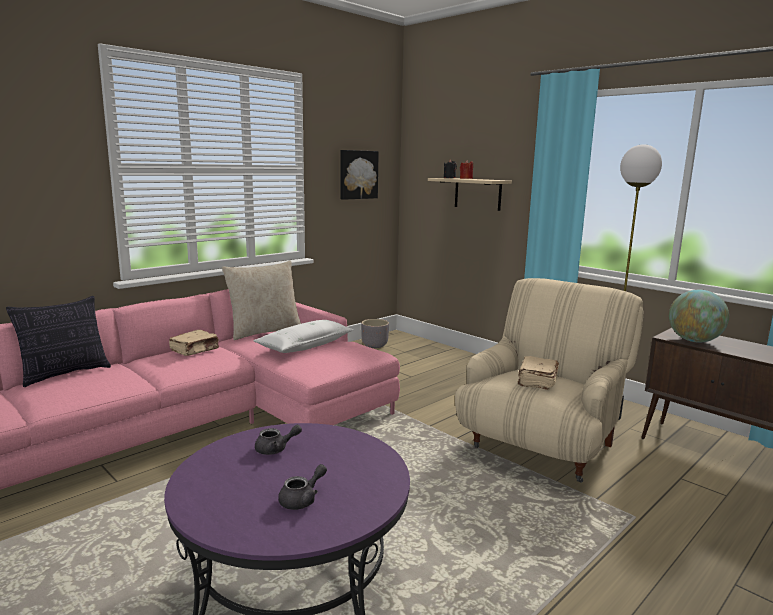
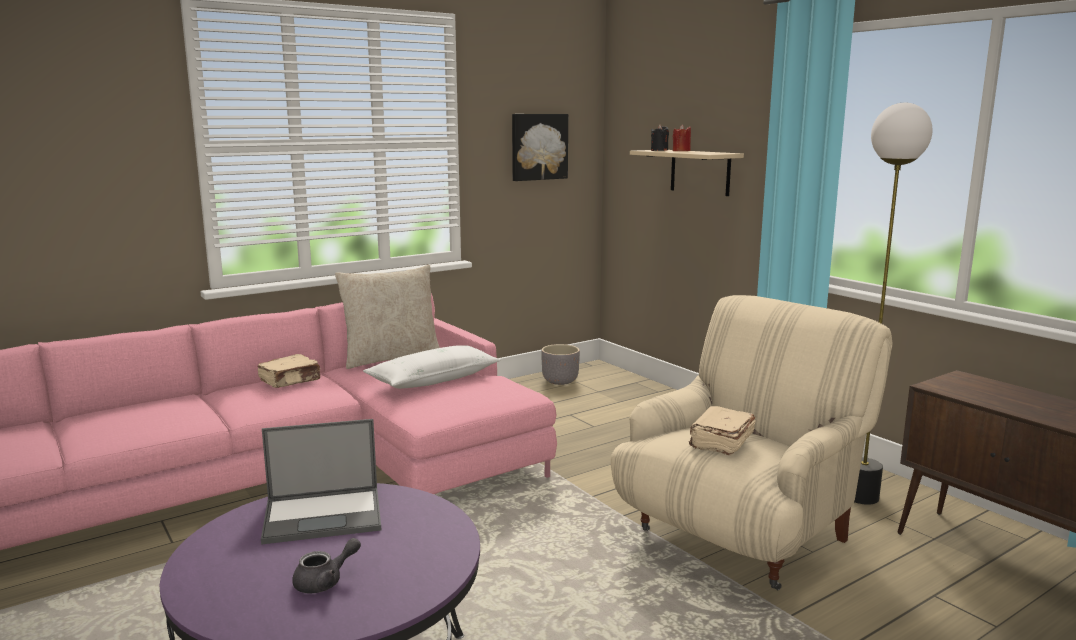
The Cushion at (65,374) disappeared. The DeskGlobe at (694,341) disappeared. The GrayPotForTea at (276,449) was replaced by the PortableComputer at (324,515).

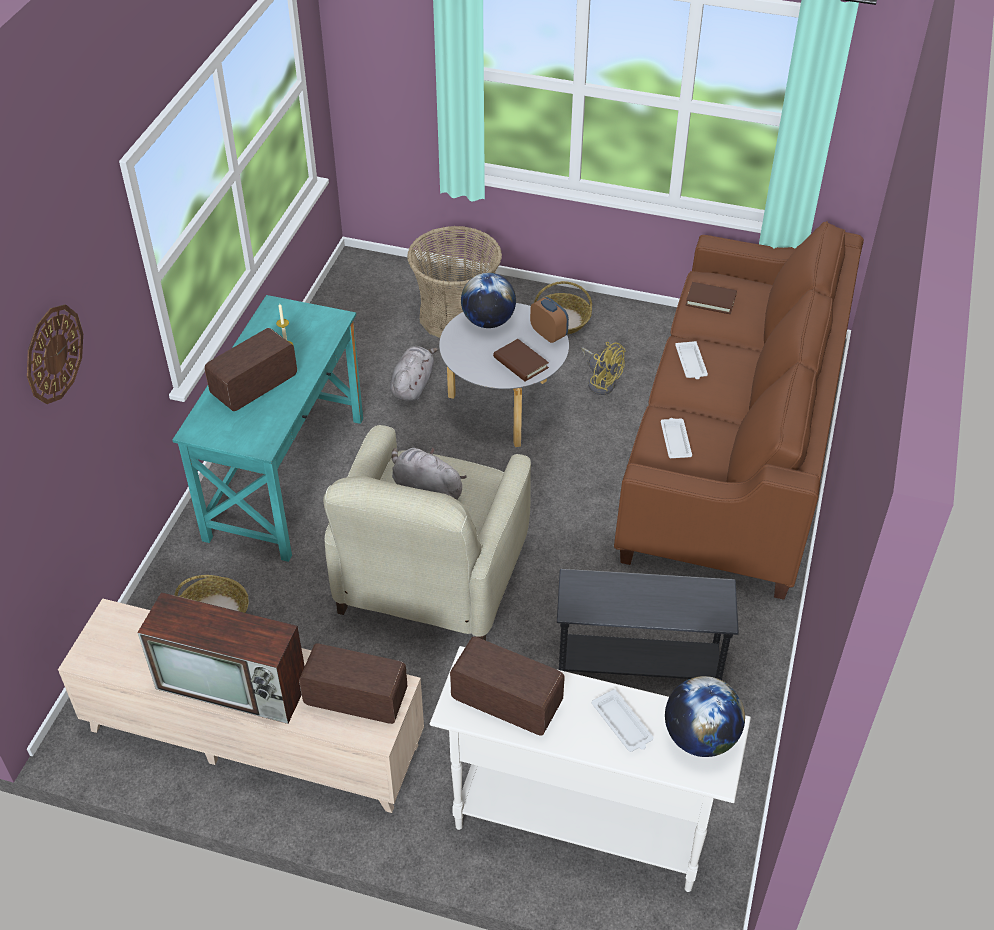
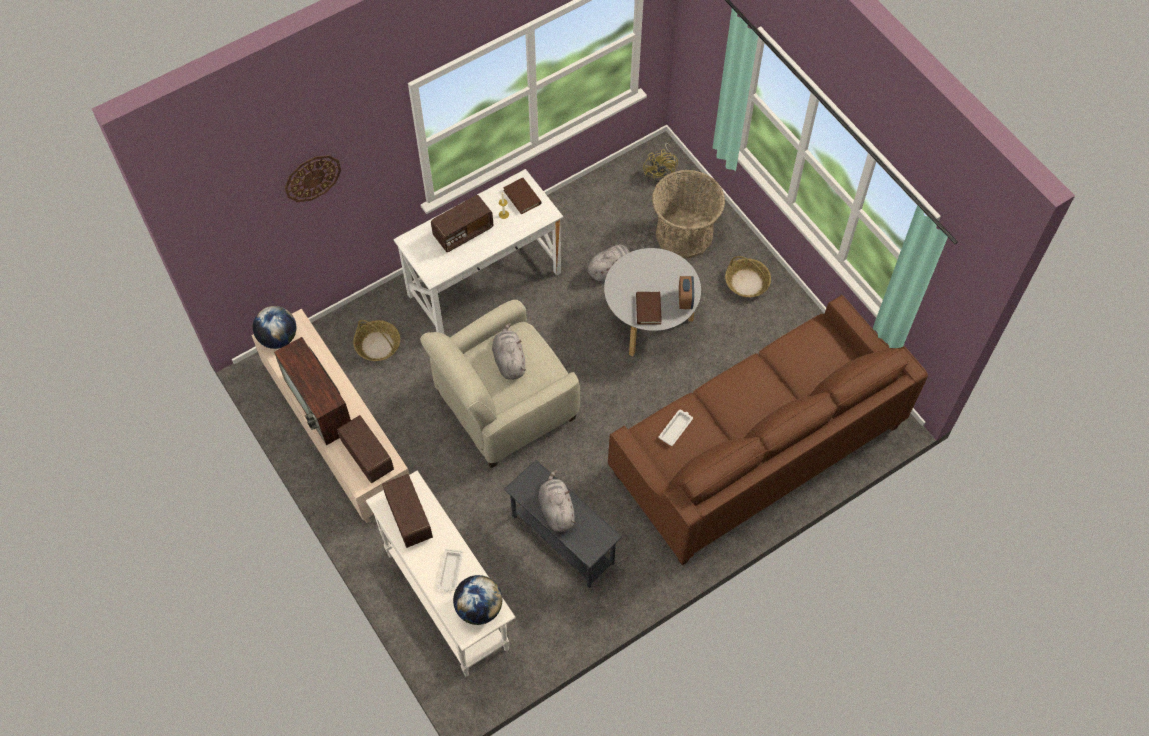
The WhiteCarryingTray at (691,363) disappeared. The GraySoftToy at (556,509) appeared. The DeskGlobe moved from (488,321) to (278,338). The YellowElectricFan moved from (600,382) to (661,172). The BrownColouredBoundBook moved from (711,300) to (522,197). The TurquoiseColouredDesk at (285,477) became the WhiteDesk at (484,283). The Radio at (255,386) turned 150 degrees clockwise.

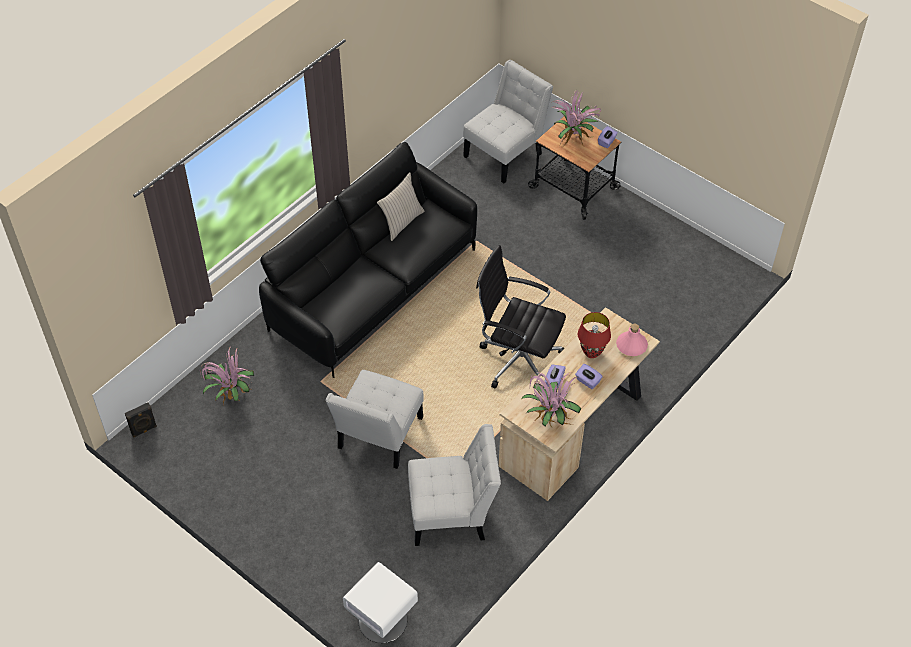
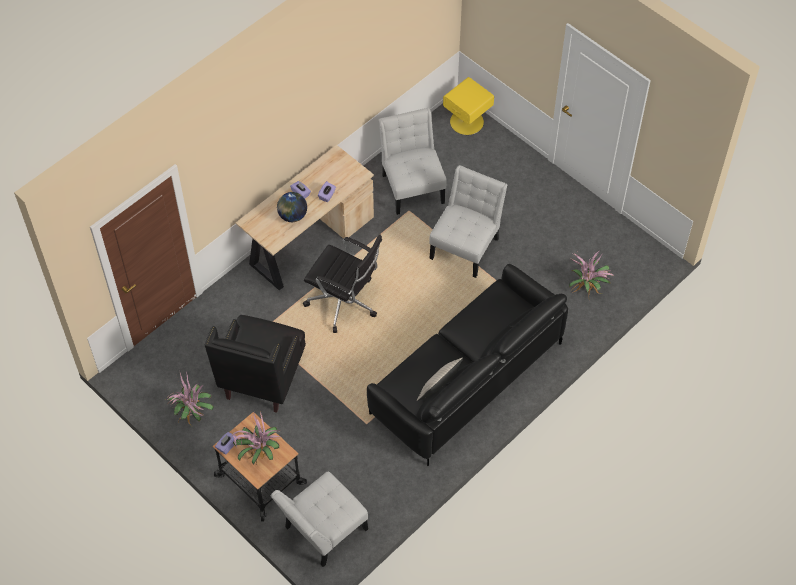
The BlackishLoudspeaker at (144,430) disappeared. The PinkishBeverageBottle at (631,345) disappeared. The BlackishEasyChair at (262,379) appeared. The PlantInAPot moved from (549,417) to (192,413). The RedLampForATable at (592,352) was replaced by the DeskGlobe at (292,216). The WhiteNightTable at (382,620) became the YellowNightTable at (467,121). The WhiteUprightChair at (452,514) turned 75 degrees clockwise.

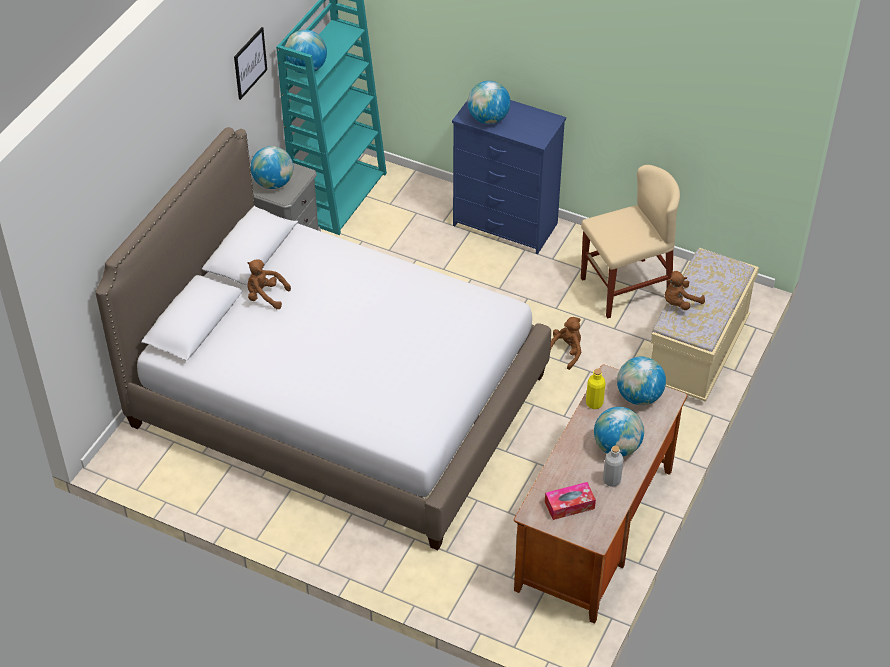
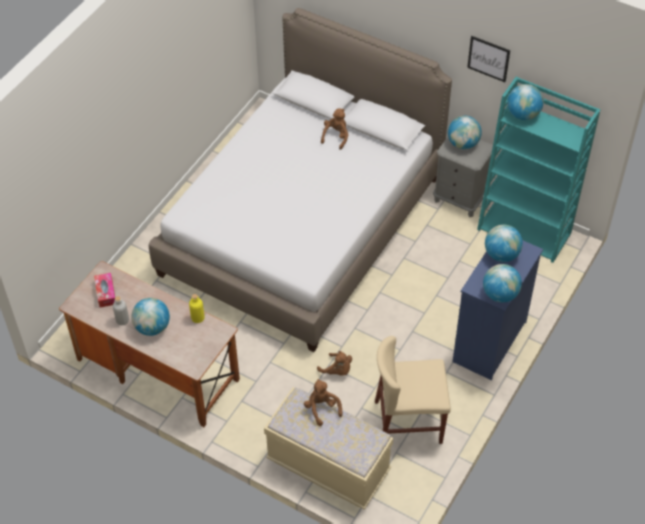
The DeskGlobe moved from (639,397) to (500,294). The SandColouredUprightChair at (625,288) turned 105 degrees clockwise.

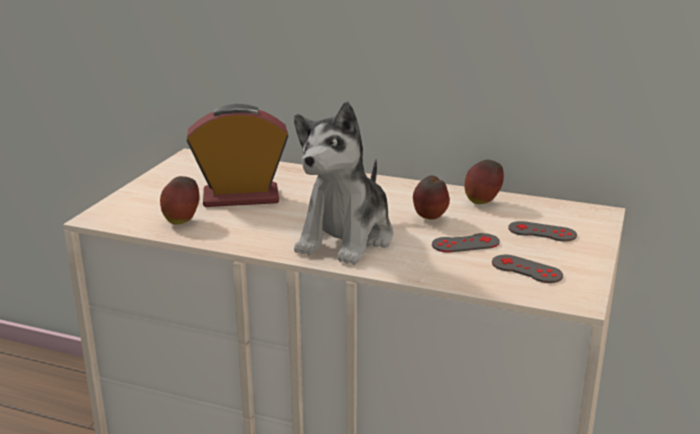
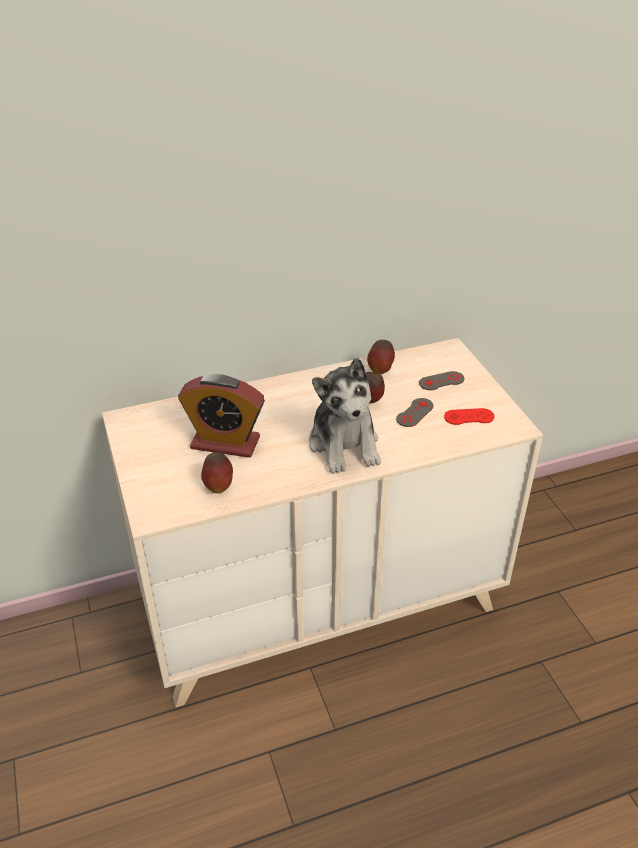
The GrayGameController at (526,269) became the RedGameController at (469,417). The BedsideClock at (241,197) turned 120 degrees counterclockwise.

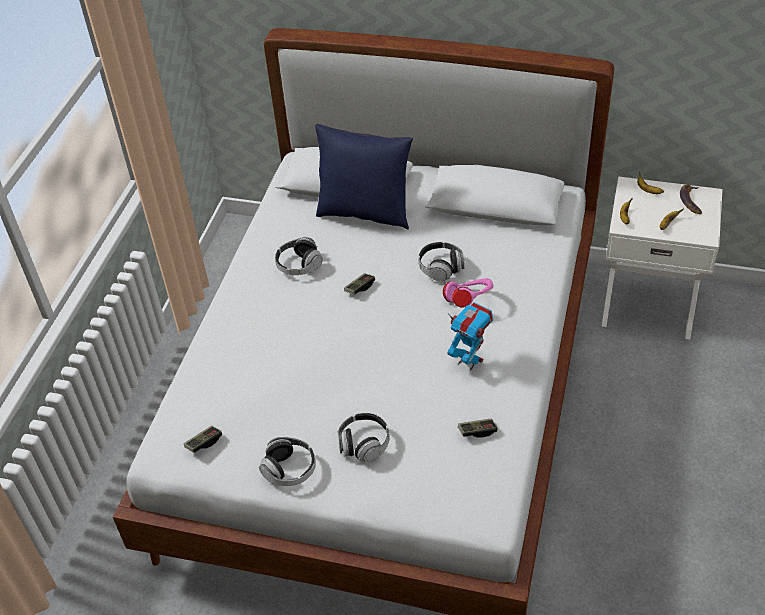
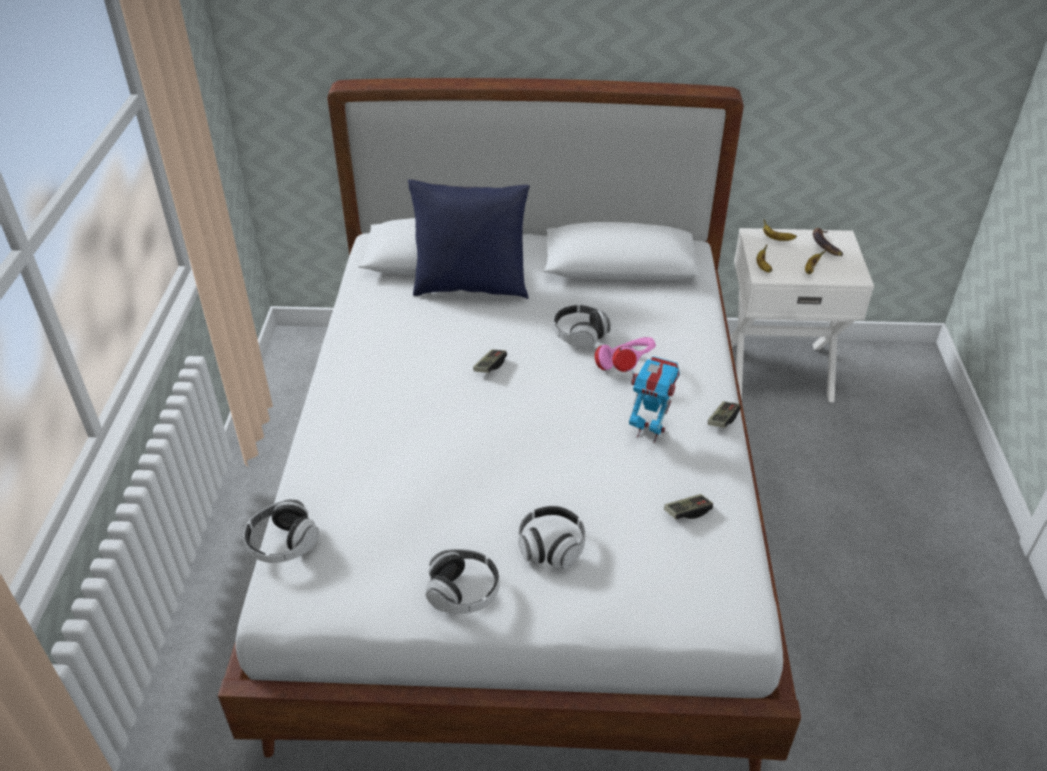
The GameController moved from (204,443) to (722,420). The Headset moved from (299,265) to (283,543).

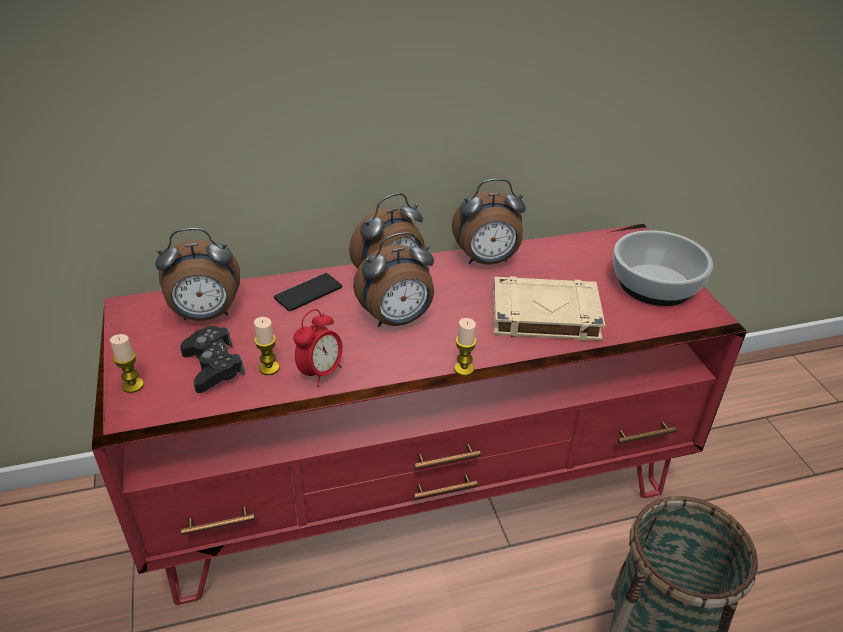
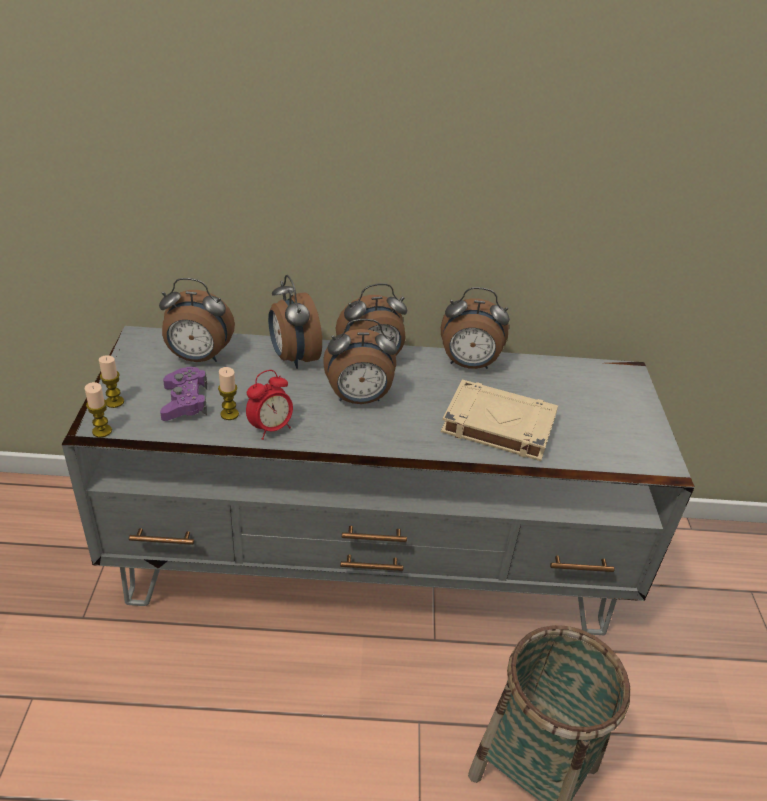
The ServingBowl at (654,284) disappeared. The WaxCandle moved from (464,369) to (102,431). The Handset at (308,293) was replaced by the BedsideClock at (293,358). The RedTvStand at (418,488) became the GrayTvStand at (371,565). The BlackishGameController at (213,366) became the PurplishGameController at (185,401).

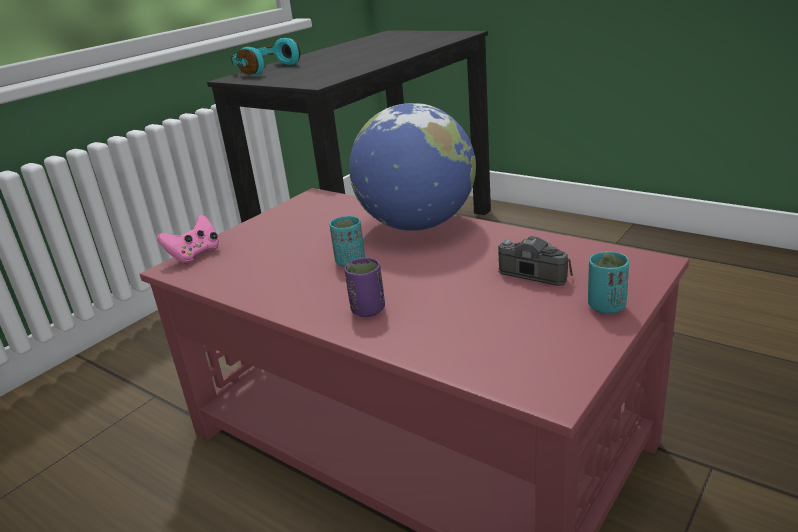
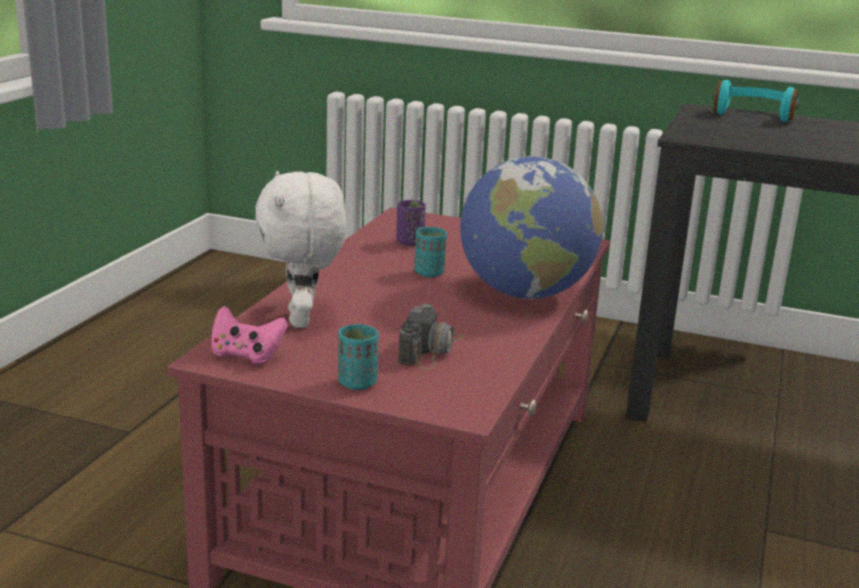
The WhiteSoftToy at (303,320) appeared. The PinkishGameController moved from (195,254) to (246,356). The PurplishSmallCup moved from (368,310) to (410,242).

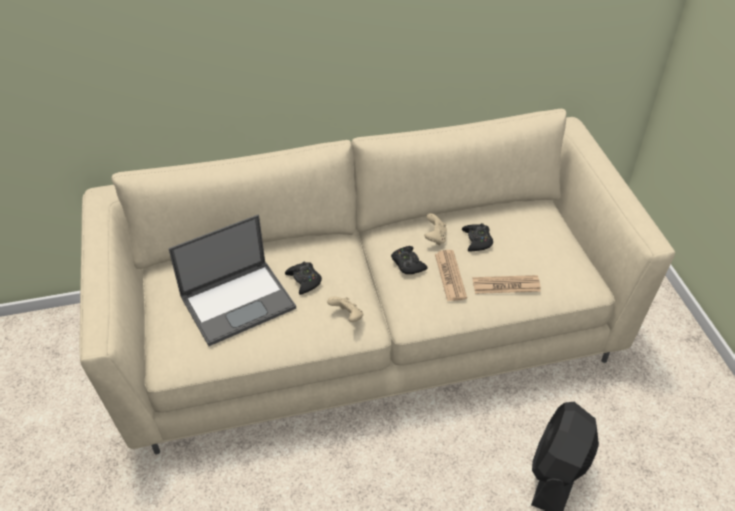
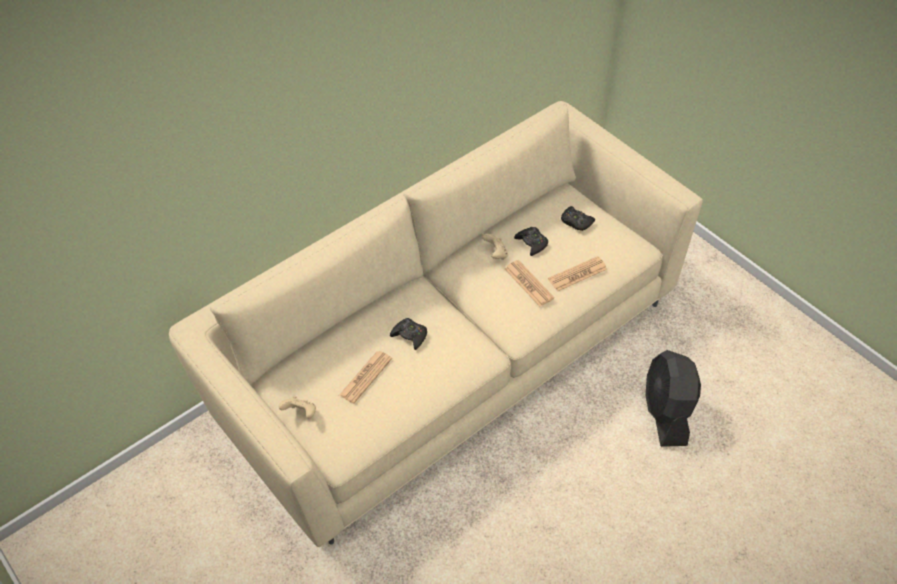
The SandColouredGameController moved from (347,316) to (301,413). The BlackishGameController moved from (408,264) to (576,222). The PortableComputer at (239,301) was replaced by the DailyPaper at (365,377).

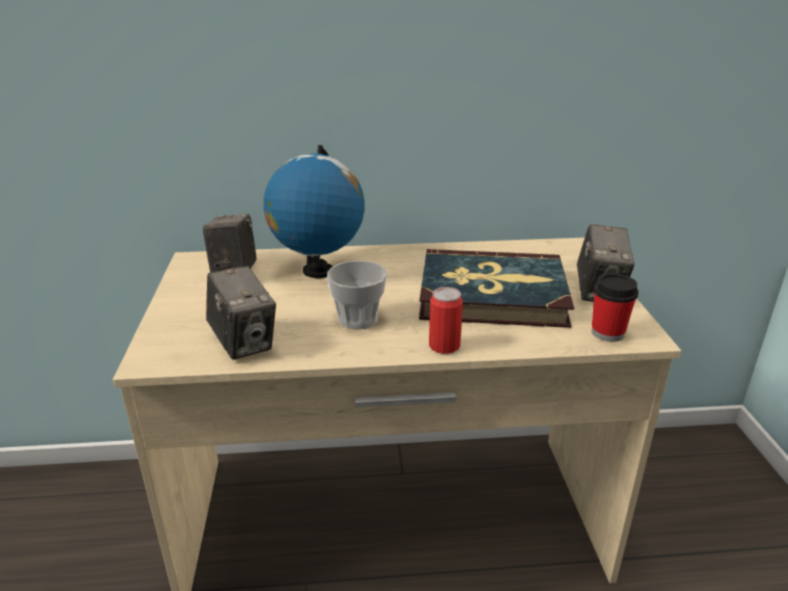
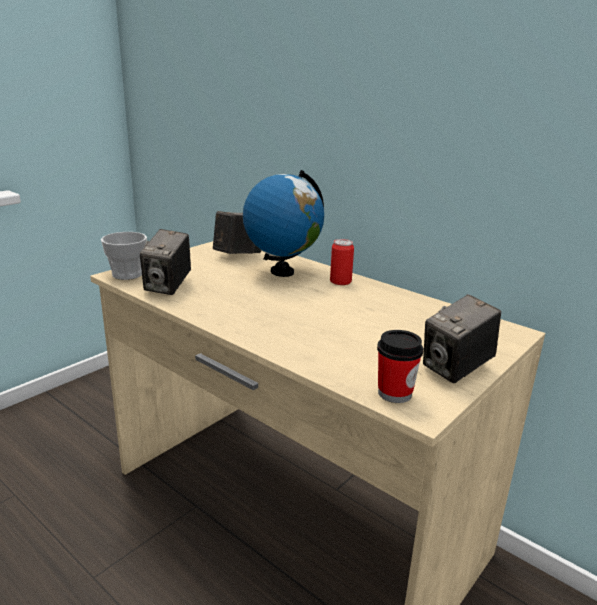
The BoundBook at (492,294) disappeared. The SmallCup moved from (358,319) to (127,274). The SealedCan moved from (444,346) to (340,281).

